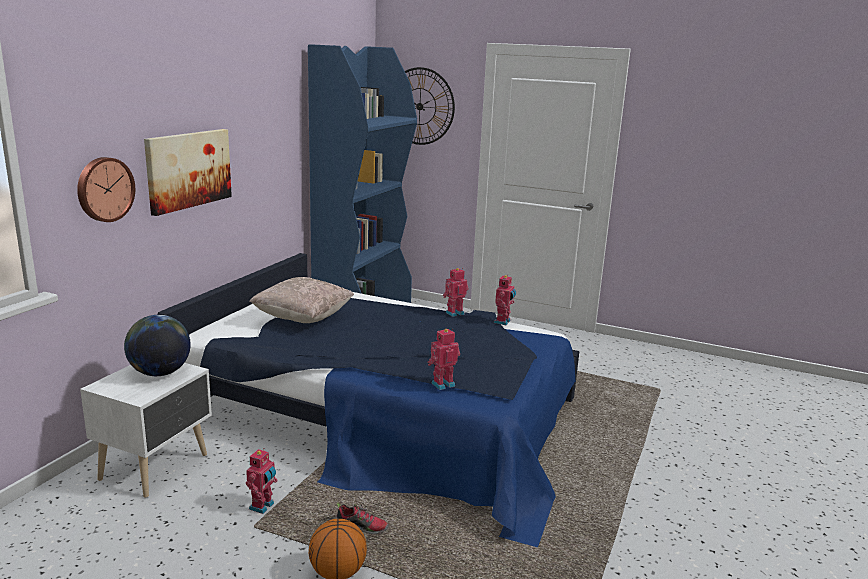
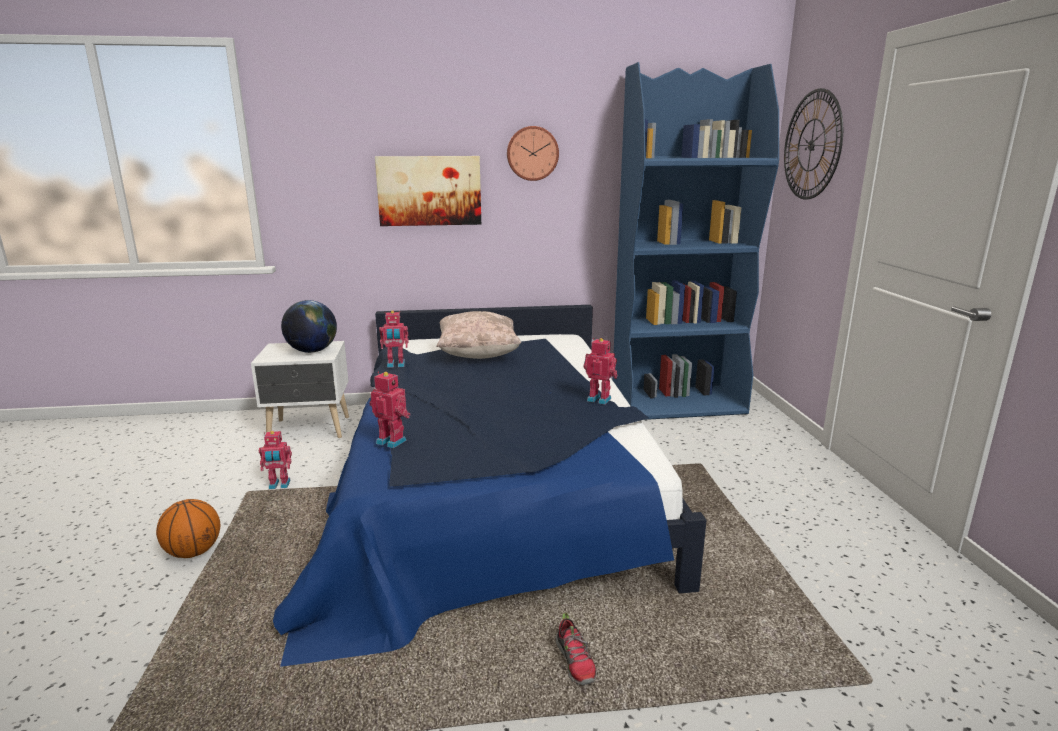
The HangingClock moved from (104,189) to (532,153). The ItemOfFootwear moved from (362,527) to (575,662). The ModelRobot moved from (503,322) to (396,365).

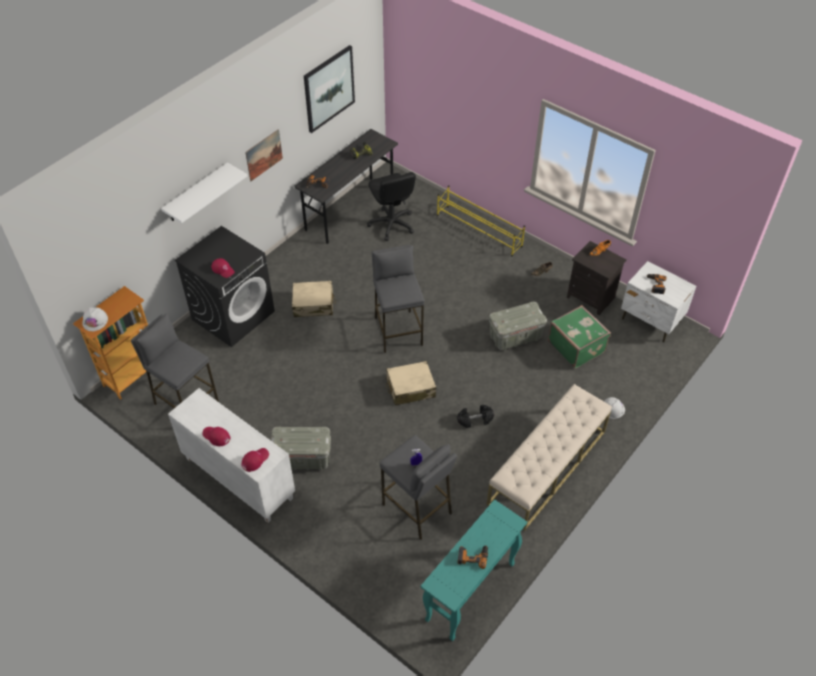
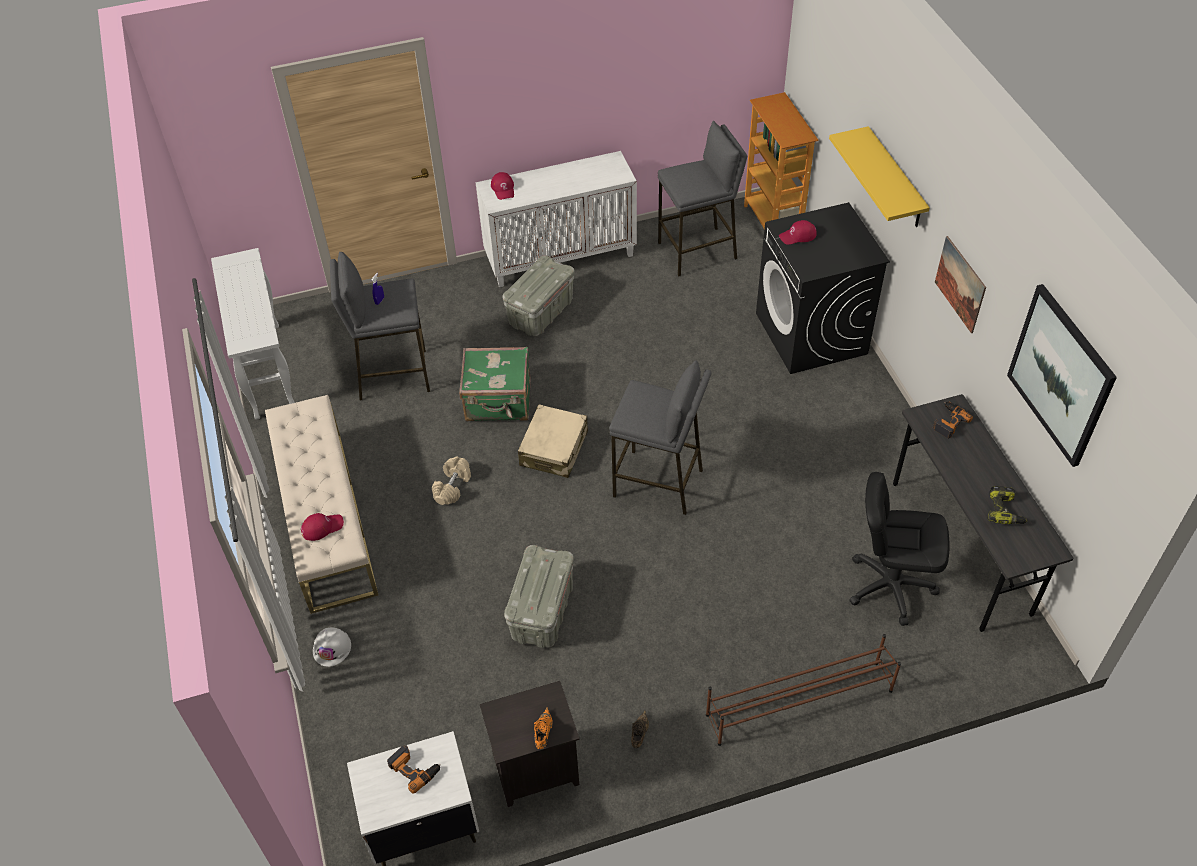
The WhiteHardHat at (95,321) disappeared. The SandColouredPieceOfLuggage at (313,304) disappeared. The PowerDrill at (472,556) disappeared. The RedCap moved from (216,436) to (322,527). The GreenishPieceOfLuggage moved from (576,346) to (498,401). The WhiteBracketShelf at (196,193) became the YellowBracketShelf at (895,179). The TurquoiseColouredNarrowTable at (470,592) became the WhiteNarrowTable at (266,370). The YellowShoeRack at (479,231) became the BrownColouredShoeRack at (798,702). The BlackishFreeWeight at (475,420) became the SandColouredFreeWeight at (452,487).

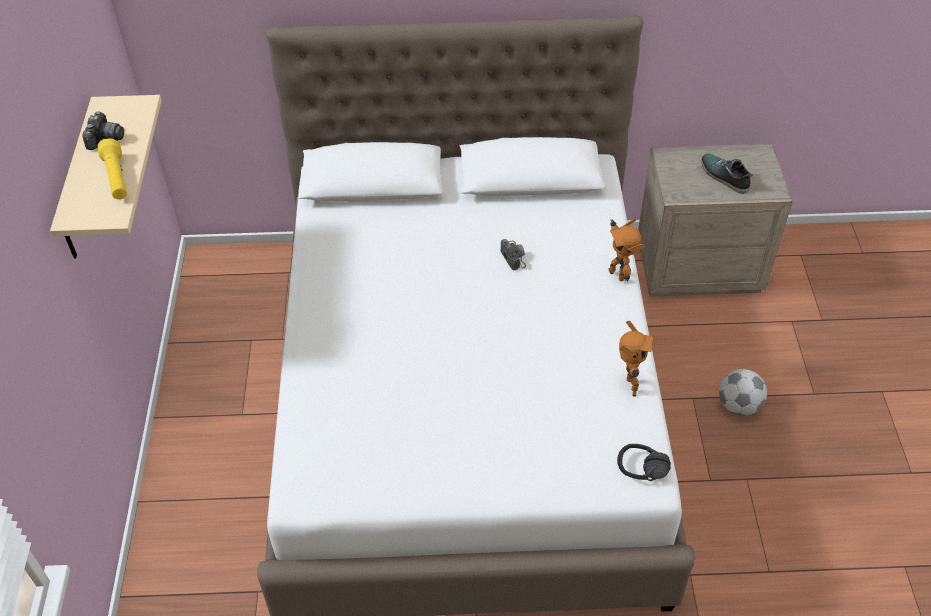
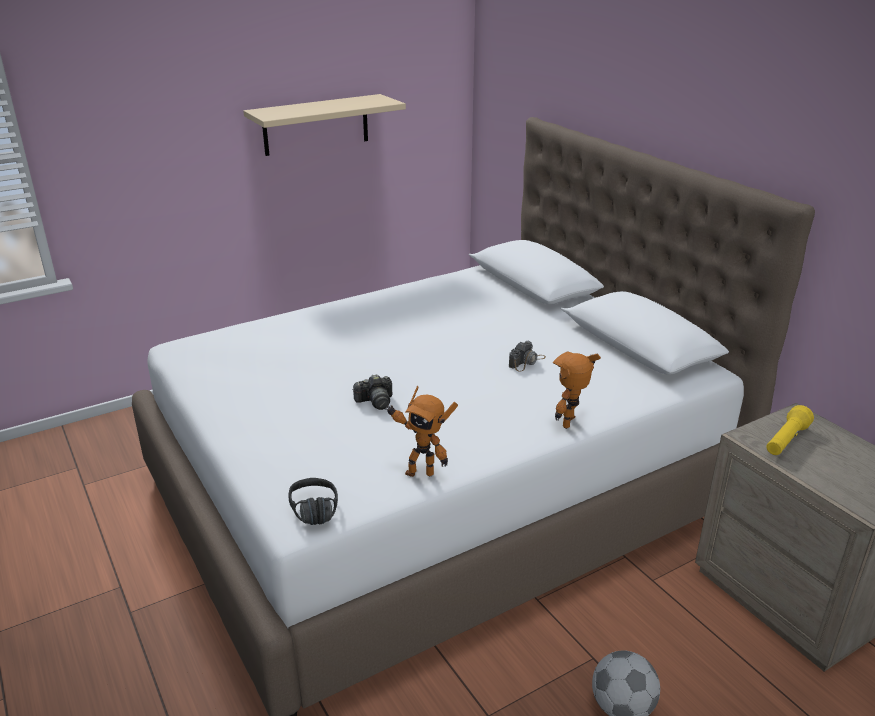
The ItemOfFootwear at (724,176) disappeared. The PhotoCamera moved from (104,139) to (375,402). The YellowFlashlight moved from (117,178) to (785,441). The ModelRobot at (628,387) turned 45 degrees clockwise.

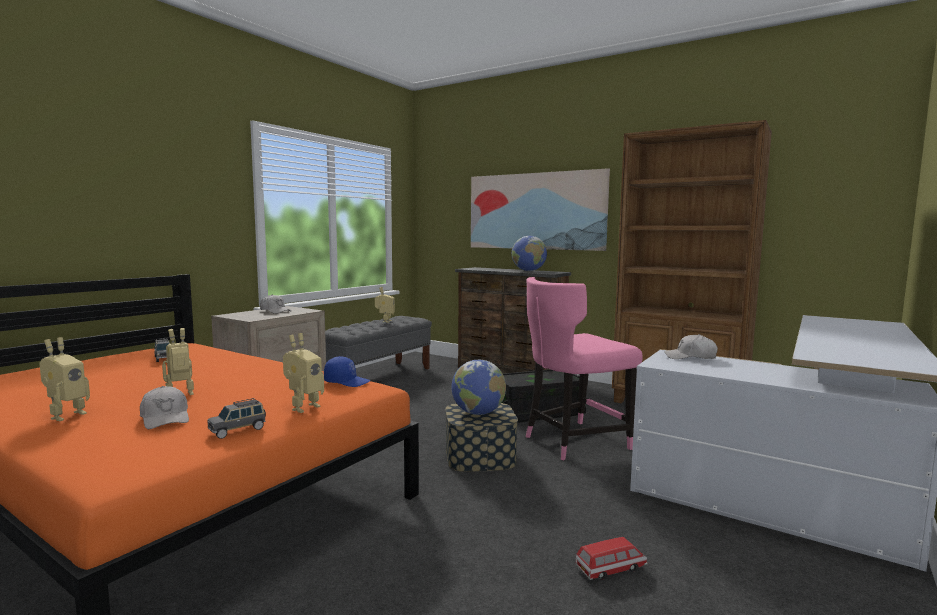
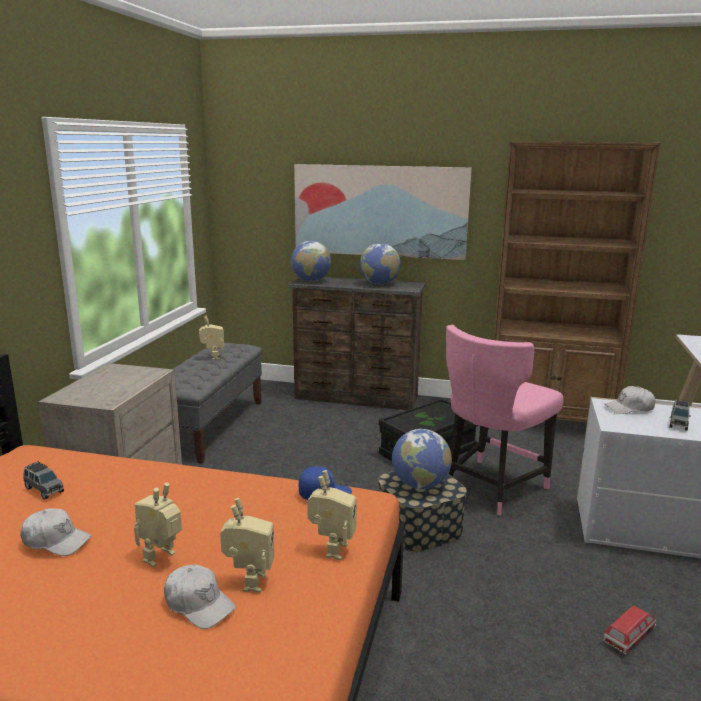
The DeskGlobe at (311,281) appeared. The ModelRobot moved from (65,415) to (249,582). The GrayMiniatureCar moved from (238,430) to (678,423). The WhiteCap moved from (275,311) to (56,541).

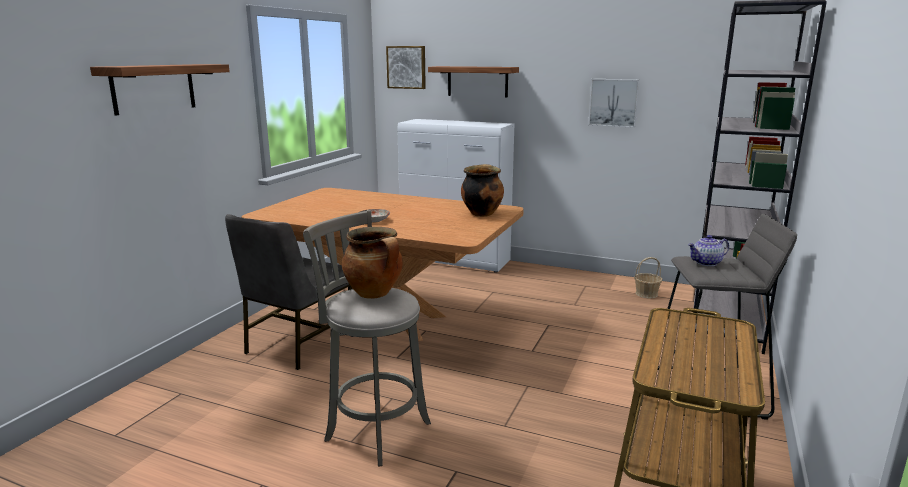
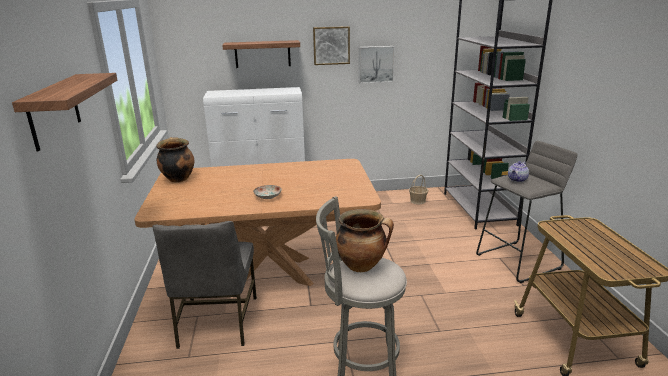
The Picture moved from (406,67) to (331,45). The Saucepot moved from (481,213) to (178,179).

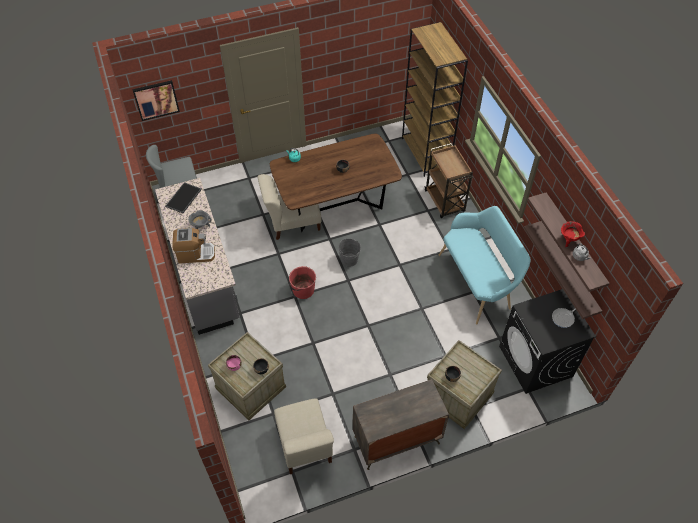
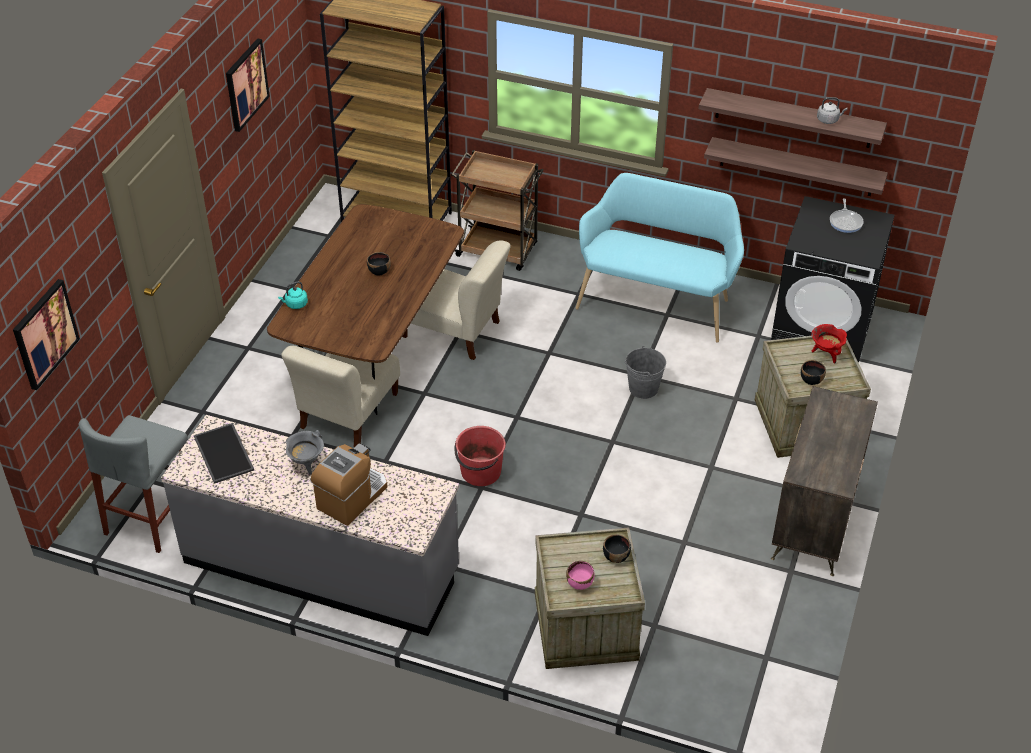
The Picture at (246,84) appeared. The SandColouredUprightChair moved from (304,446) to (455,331). The GrayWaterBucket moved from (349,260) to (643,388). The RedSaucepot moved from (568,240) to (826,353).

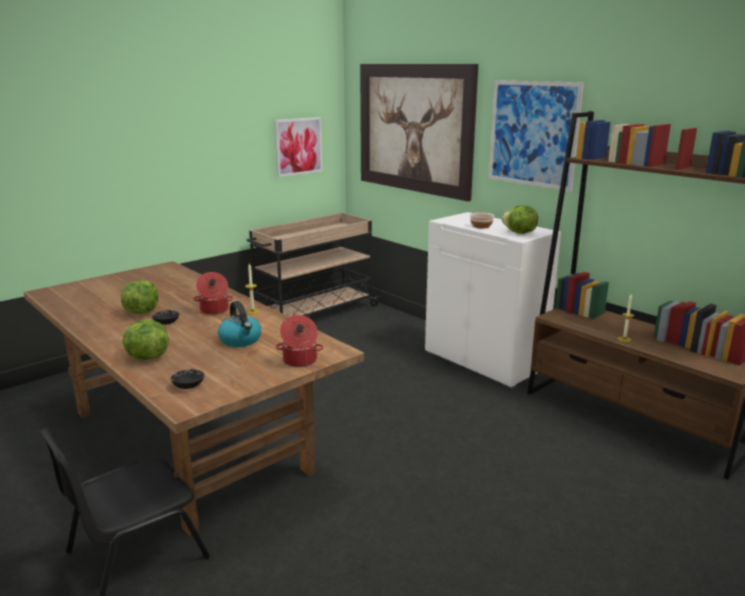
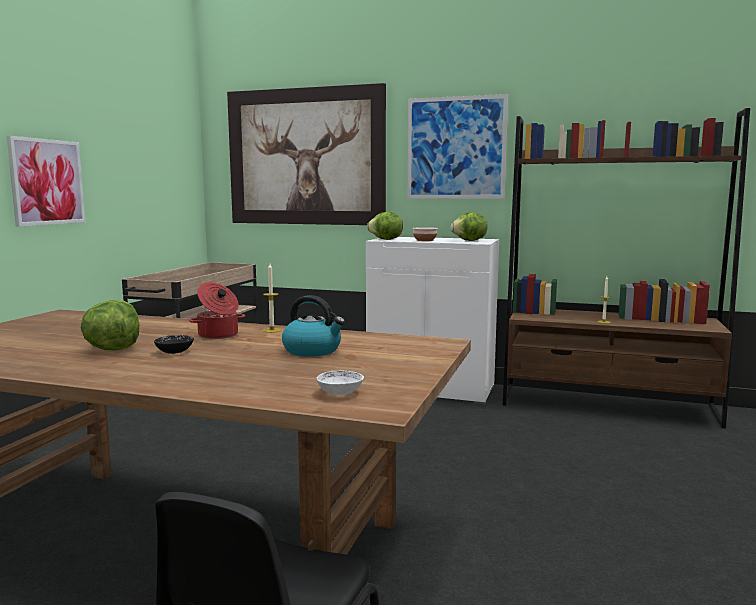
The Saucepot at (299,361) disappeared. The HeadOfLettuce moved from (146,357) to (386,239). The Picture moved from (298,146) to (47,182). The BlackishServingBowl at (188,386) became the WhiteServingBowl at (340,393).

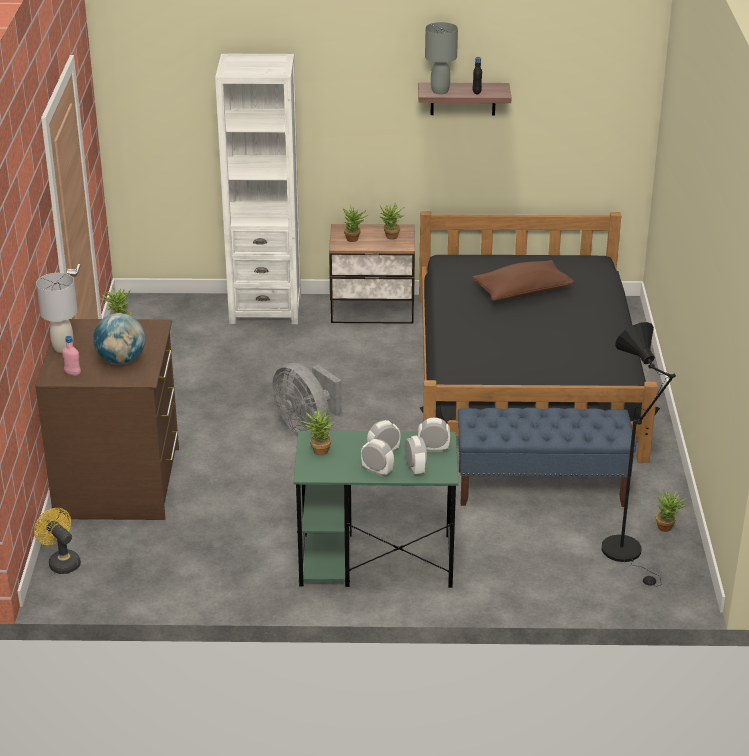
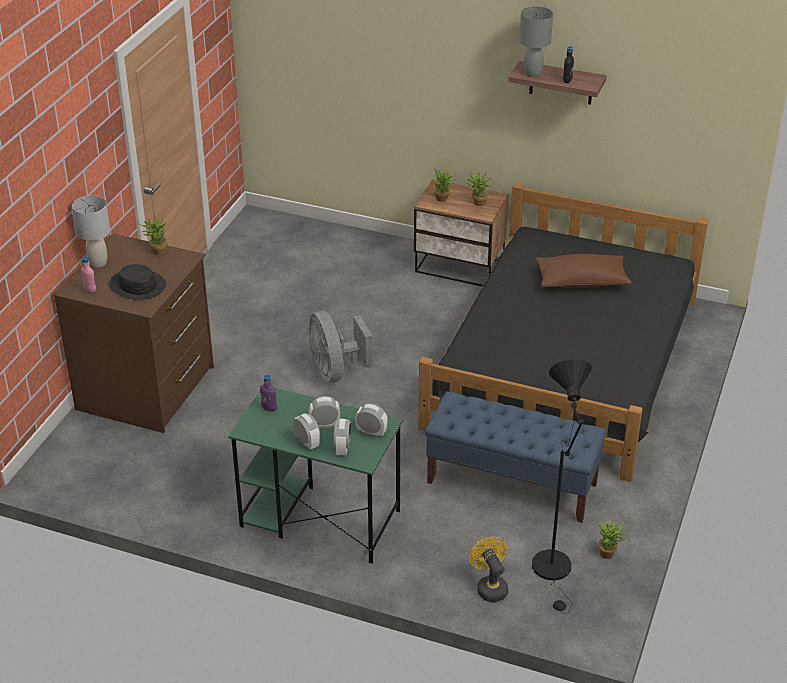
The WhiteShelvingUnit at (265,309) disappeared. The YellowElectricFan moved from (61,562) to (490,587). The DeskGlobe at (121,360) was replaced by the BlackishHat at (137,285). The PlantInAPot at (318,449) was replaced by the PurplishBeverageBottle at (269,409).

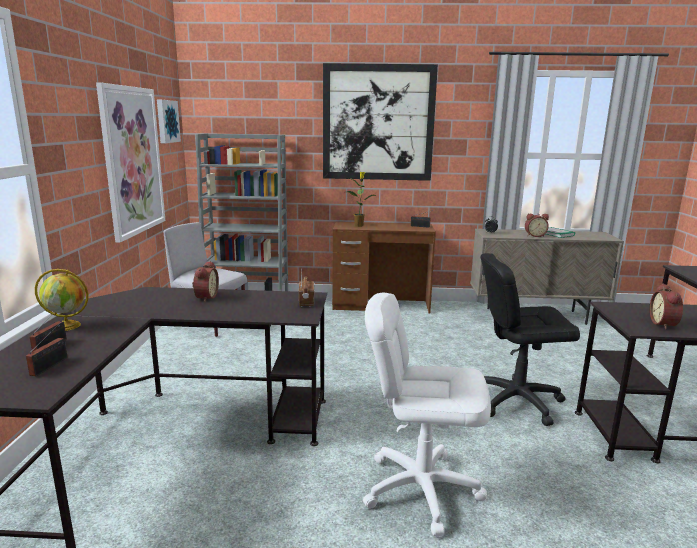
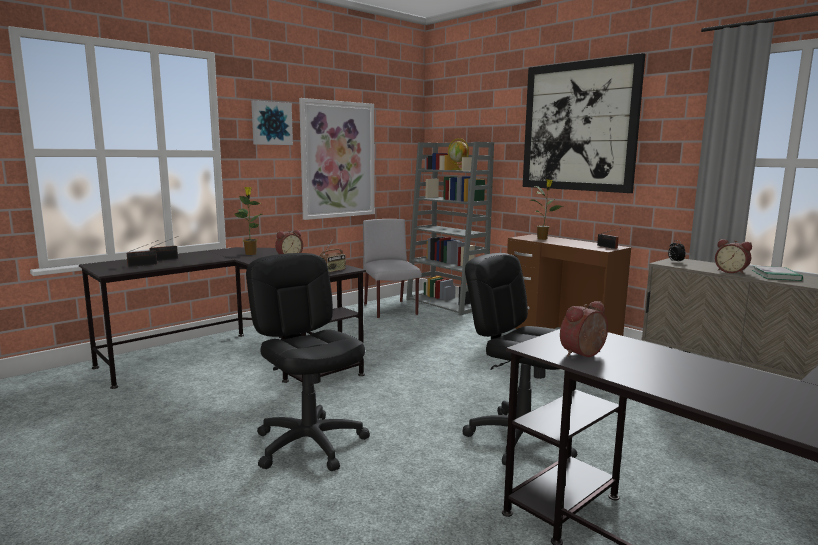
The PlantInAPot at (251,253) appeared. The DeskGlobe moved from (67,326) to (458,169). The Picture moved from (166,121) to (271,123). The WhiteOfficeChair at (421,488) became the BlackishOfficeChair at (310,444).

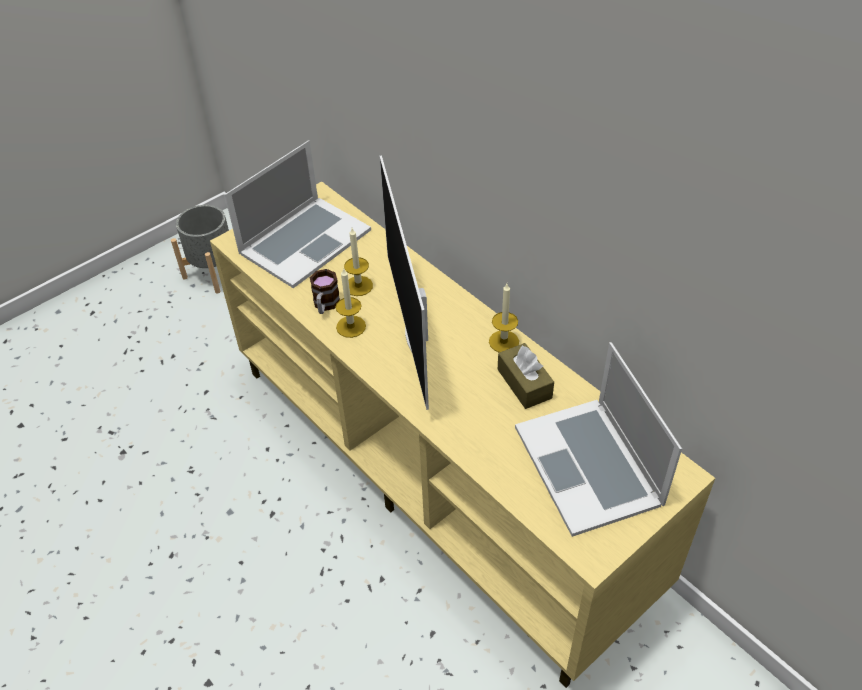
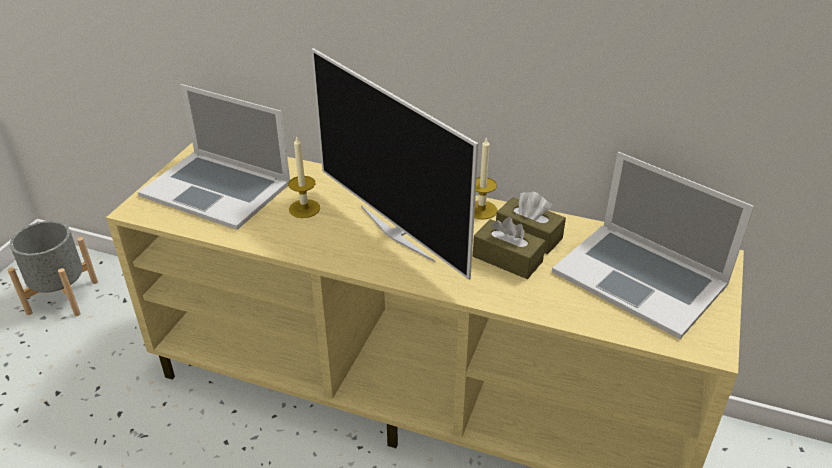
The CoffeeMug at (325,305) disappeared. The WaxCandle at (351,326) disappeared. The BrownColouredTissueBox at (507,259) appeared. The PortableComputer at (304,241) turned 105 degrees clockwise.

